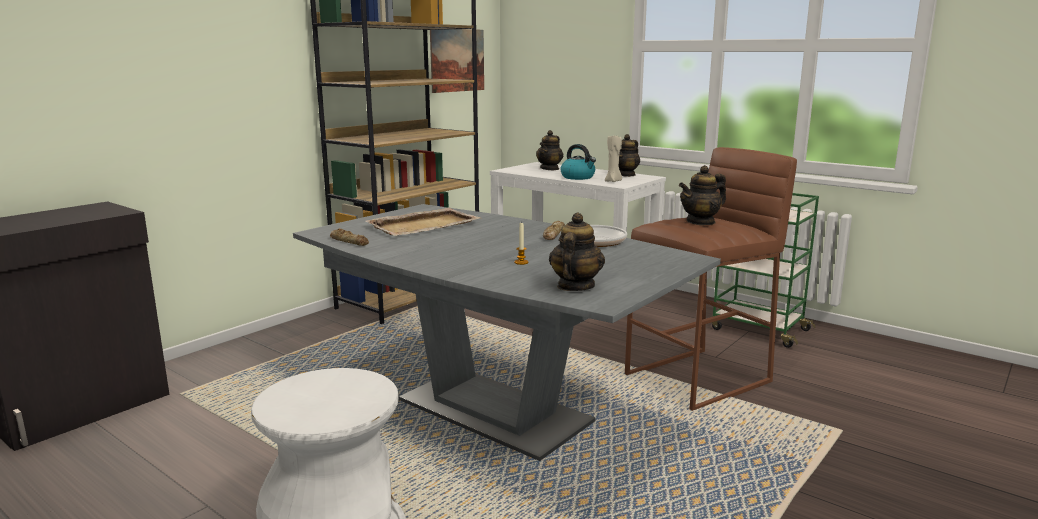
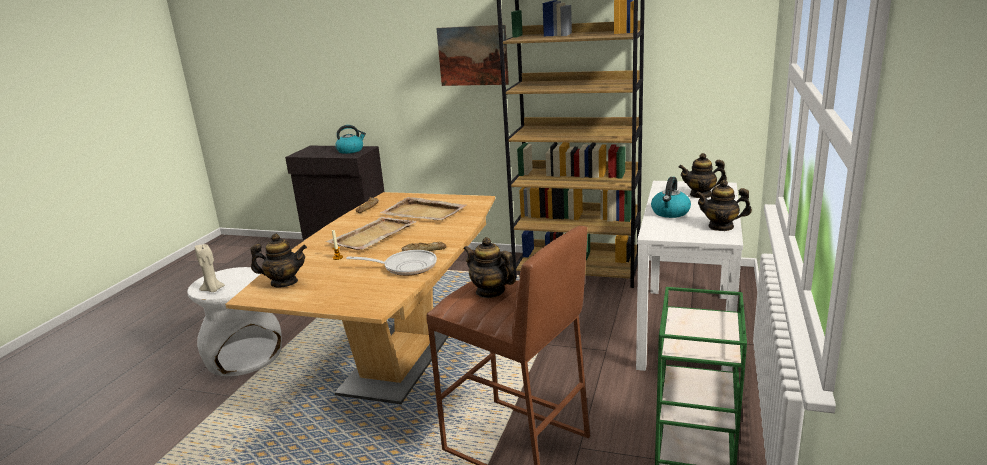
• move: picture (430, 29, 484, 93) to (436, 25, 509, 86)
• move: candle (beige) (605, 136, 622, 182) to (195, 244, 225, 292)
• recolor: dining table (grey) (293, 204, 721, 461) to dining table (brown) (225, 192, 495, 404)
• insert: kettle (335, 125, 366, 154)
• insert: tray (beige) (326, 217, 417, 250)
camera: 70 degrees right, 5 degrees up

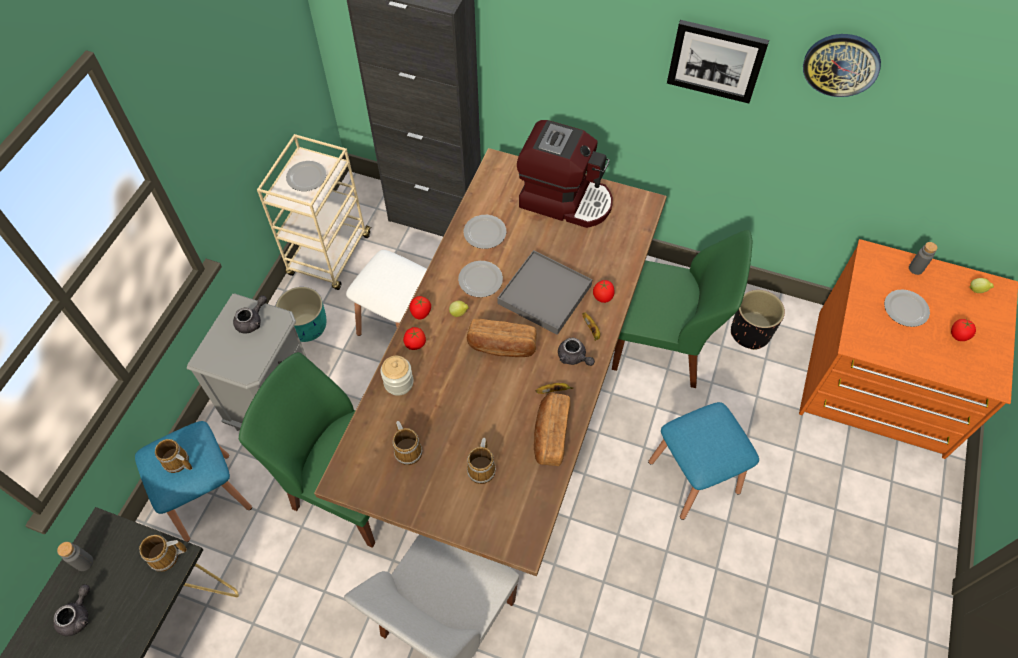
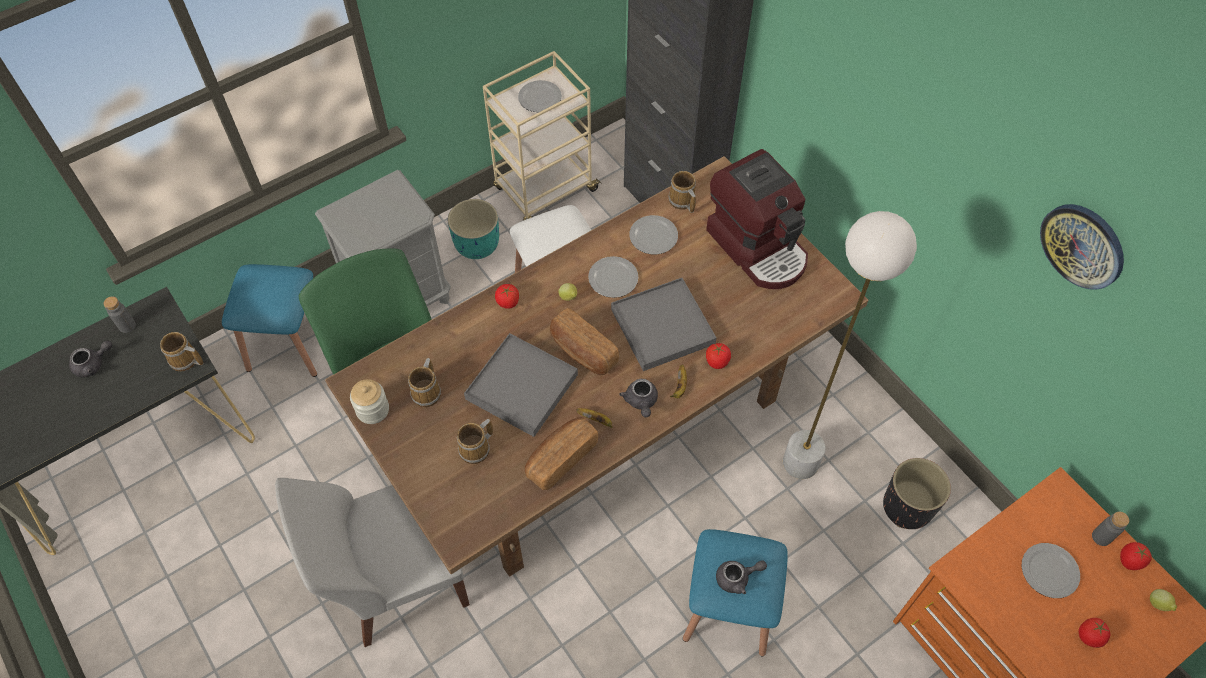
• delete: picture (667, 20, 769, 104)
• replace: chair (green) (612, 230, 752, 388) to floor lamp (white) (783, 211, 917, 479)
• move: teapot (grey) (233, 295, 267, 333) to (716, 560, 767, 594)
• move: tomato (409, 296, 431, 319) to (1120, 542, 1152, 570)
• move: jar (380, 356, 413, 396) to (350, 379, 389, 424)
• move: mug (155, 439, 192, 473) to (668, 171, 696, 213)
• insert: tray (grey) (464, 333, 578, 437)
camera: 35 degrees right, 0 degrees up

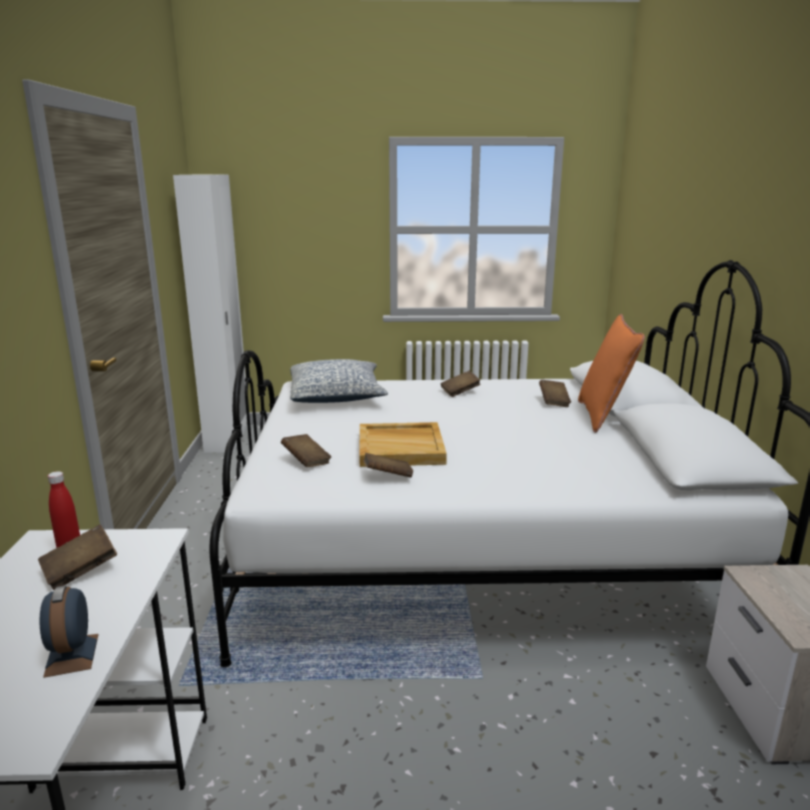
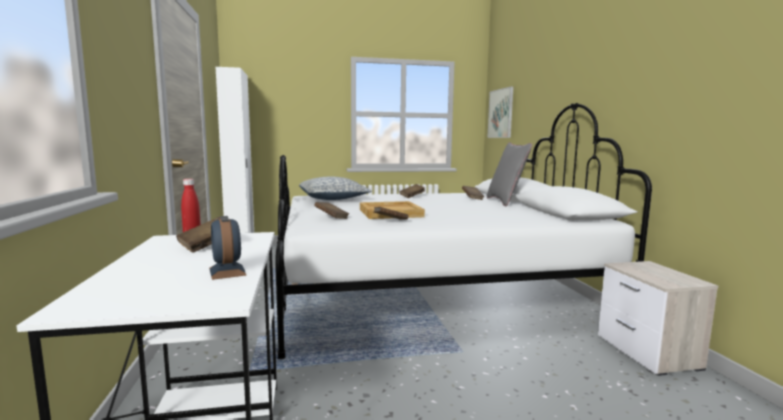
• recolor: pillow (orange) (578, 314, 645, 433) to pillow (grey) (487, 142, 532, 206)
• insert: picture (487, 86, 513, 138)
camera: 10 degrees left, 10 degrees down

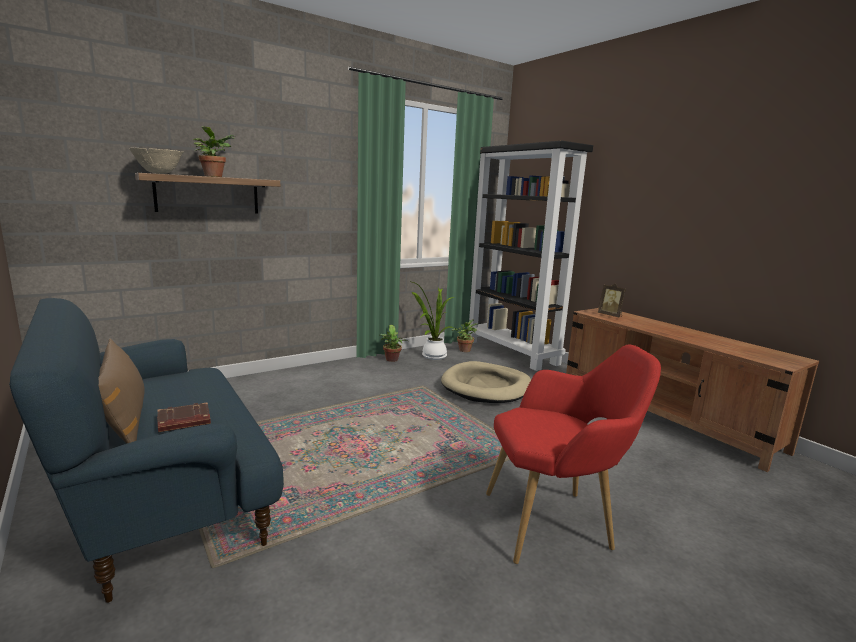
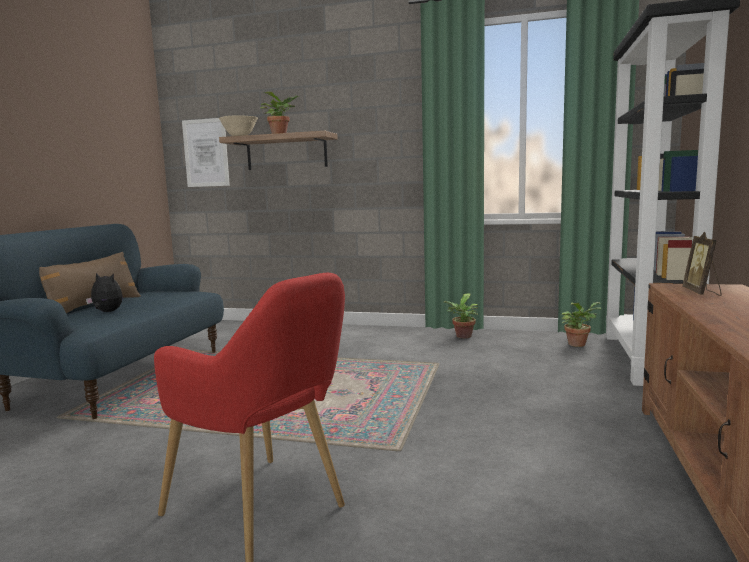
• delete: potted plant (412, 282, 457, 360)
• delete: dog bed (beige) (441, 361, 531, 403)
• replace: book (brown) (157, 402, 211, 432) to plush toy (86, 273, 123, 312)
• insert: picture (182, 118, 230, 187)
camera: 50 degrees right, 5 degrees down

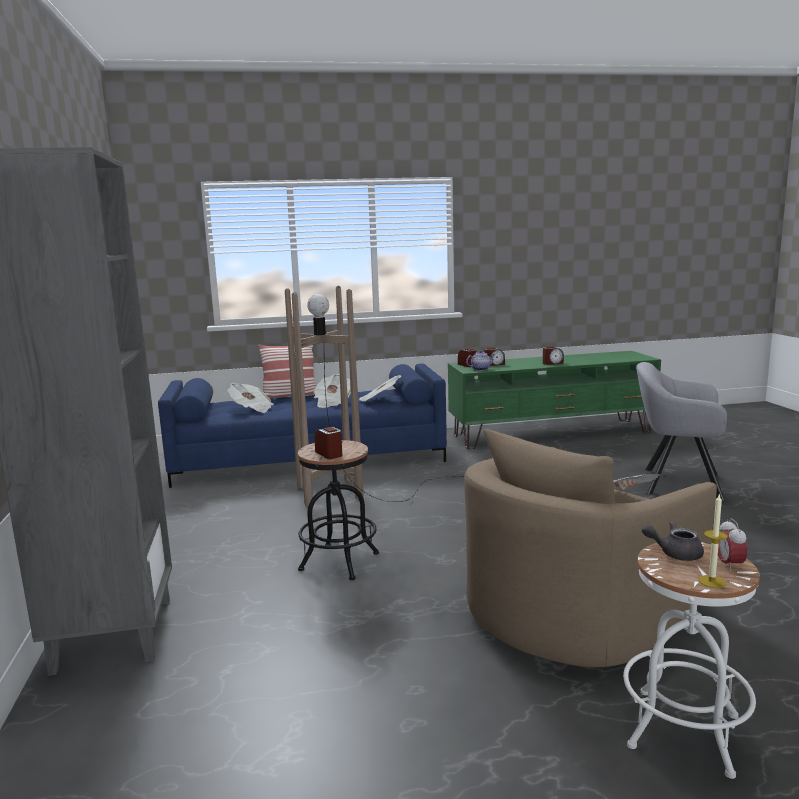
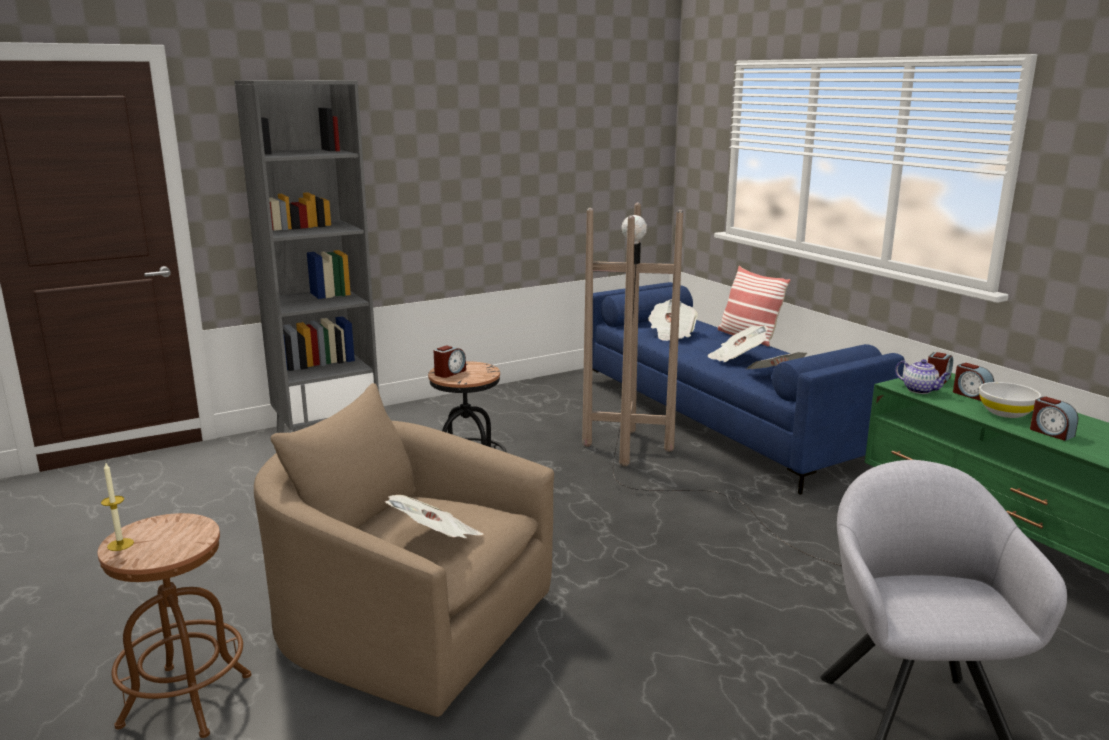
• delete: alarm clock (718, 518, 747, 571)
• delete: teapot (grey) (642, 522, 704, 561)
• recolor: stool (white) (623, 542, 760, 779) to stool (brown) (97, 513, 251, 738)
• insert: bowl (white) (979, 382, 1041, 418)
camera: 70 degrees right, 5 degrees up

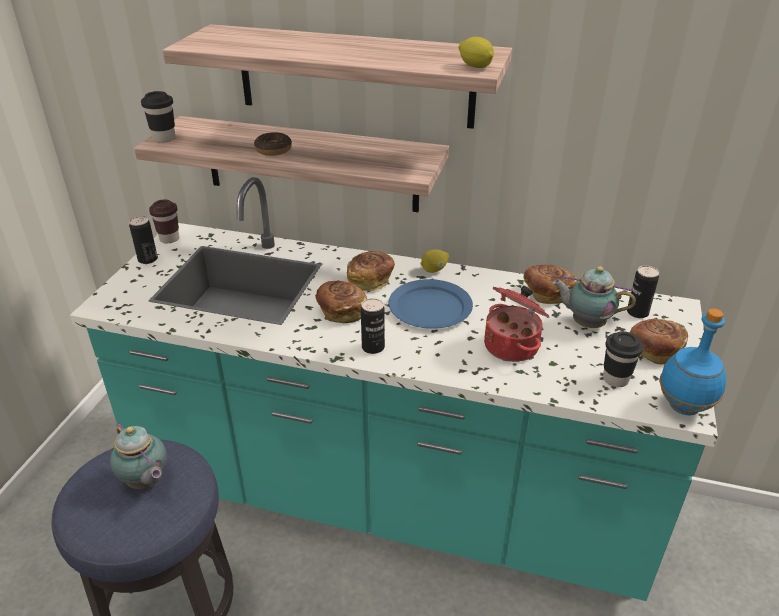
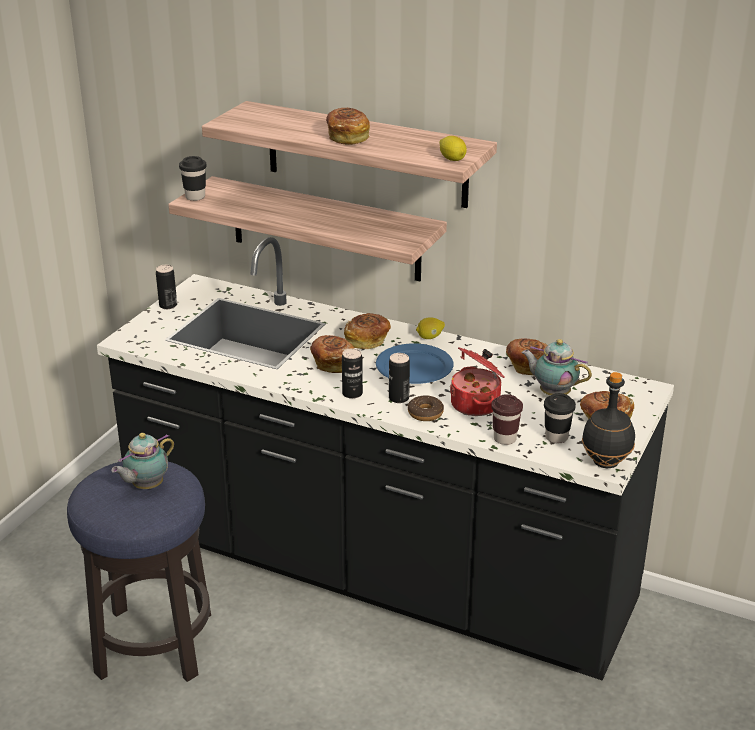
• move: donut (254, 132, 292, 156) to (408, 396, 444, 421)
• recolor: counter (turquoise) (70, 177, 718, 601) to counter (black) (97, 237, 674, 681)
• move: cup (brown) (149, 200, 179, 243) to (491, 394, 523, 445)
• move: can (627, 266, 659, 318) to (389, 353, 410, 403)
• recolor: bottle (blue) (659, 309, 726, 415) to bottle (black) (582, 372, 635, 468)
• rotate: teapot (110, 422, 167, 489) = (111, 433, 174, 489) 75 degrees clockwise
• insert: bread (326, 108, 370, 145)
camera: 10 degrees right, 5 degrees down

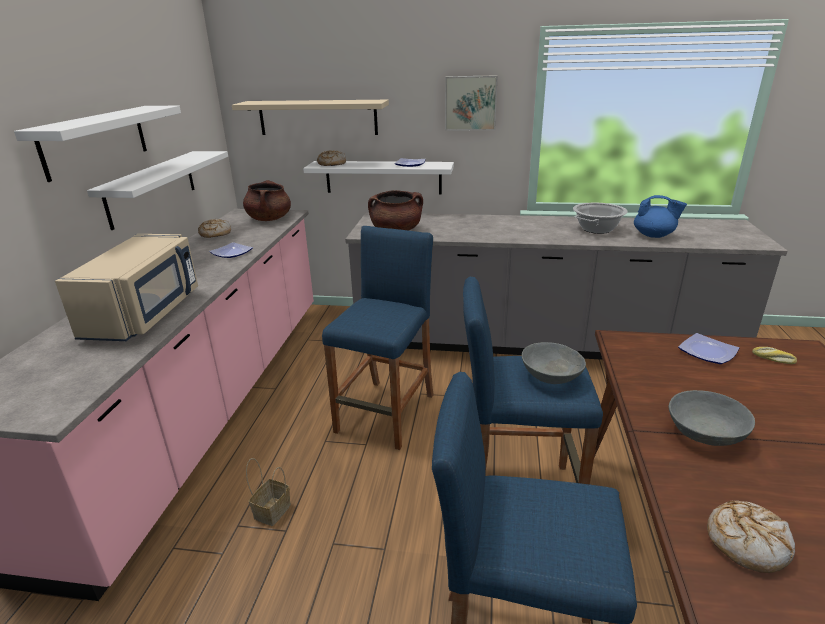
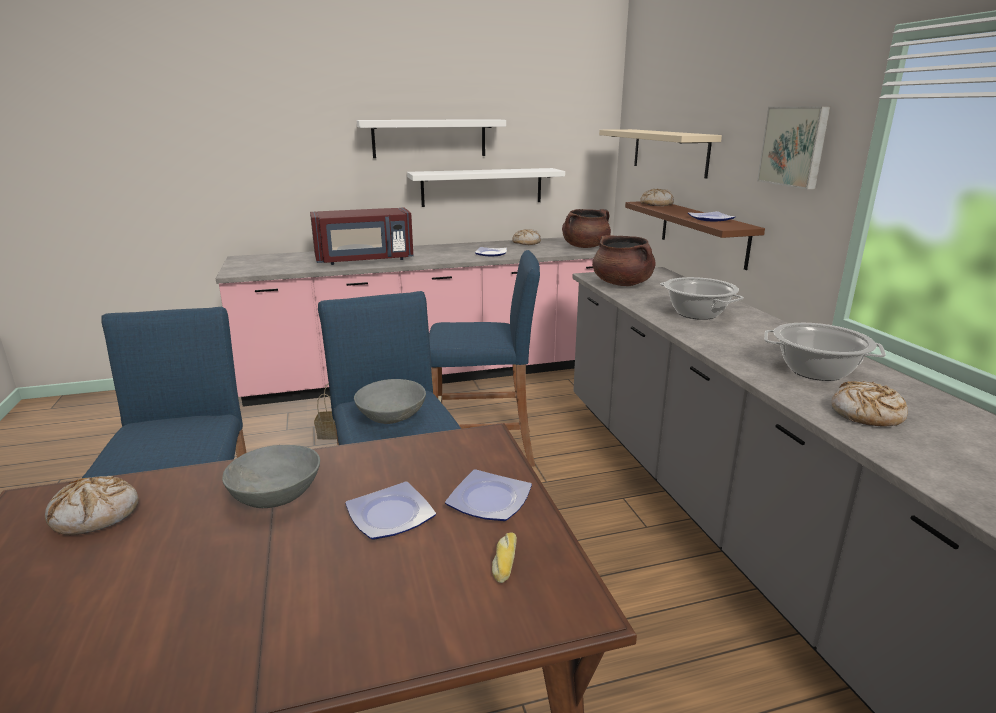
• recolor: shelf (white) (303, 161, 454, 194) to shelf (brown) (625, 201, 765, 270)
• replace: teapot (blue) (634, 195, 687, 238) to bread (831, 381, 908, 427)
• recolor: microwave (beige) (55, 234, 198, 341) to microwave (red) (310, 208, 414, 265)
• insert: cooking pot (660, 277, 744, 320)
• insert: plate (345, 481, 436, 540)
camera: 65 degrees right, 5 degrees down

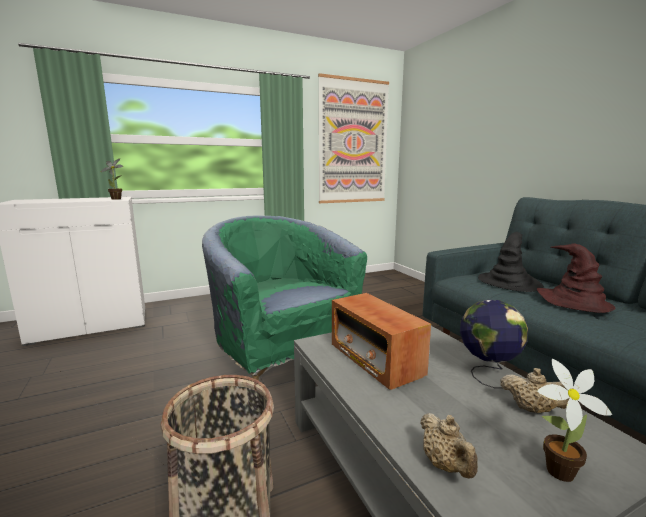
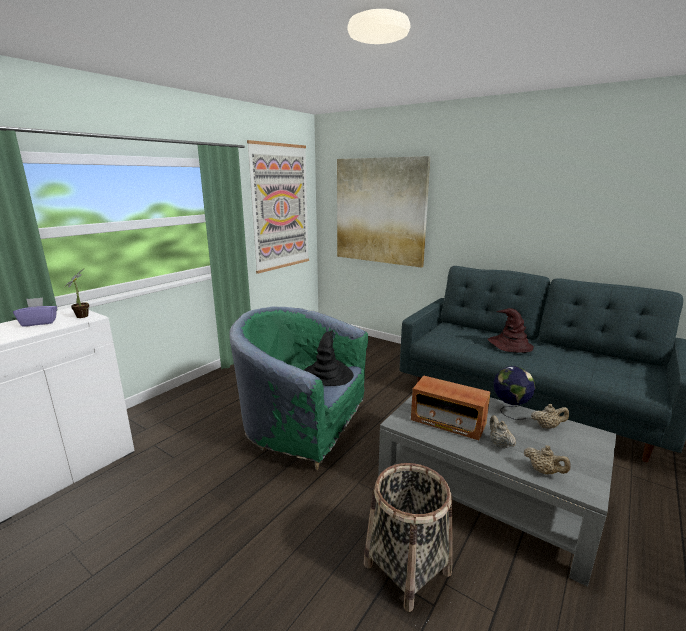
• move: hat (black) (478, 232, 544, 292) to (304, 331, 354, 386)
• delete: potted plant (537, 359, 612, 482)
• insert: picture (337, 156, 431, 268)
• insert: tissue box (purple) (13, 297, 57, 327)
• insert: teapot (beige) (490, 415, 516, 449)
camera: 30 degrees left, 5 degrees up

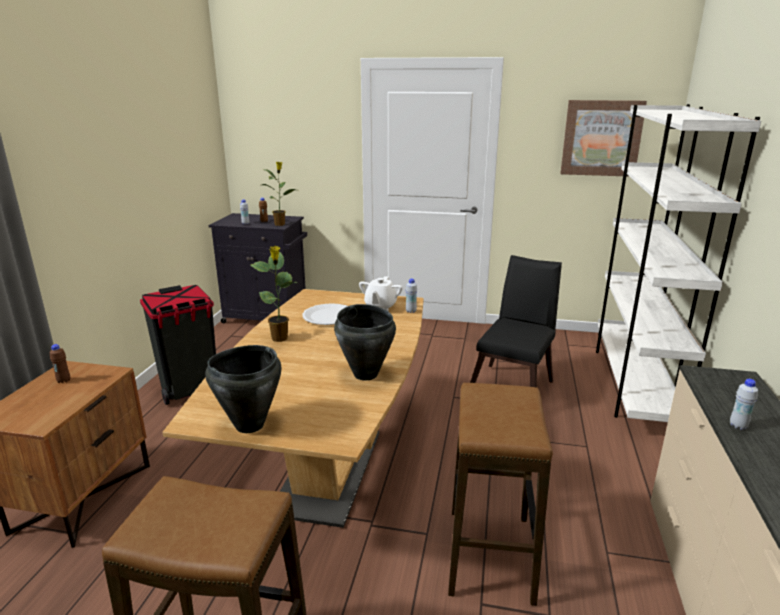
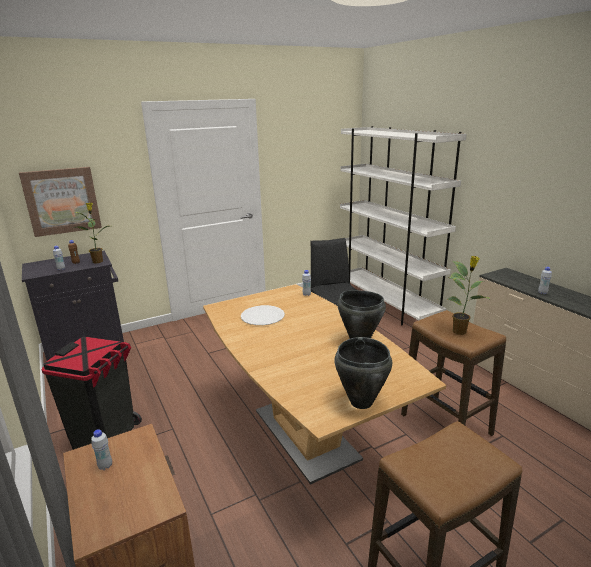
• move: picture (560, 100, 647, 177) to (19, 167, 102, 237)
• move: potted plant (250, 246, 297, 342) to (448, 256, 491, 335)
• delete: teapot (white) (359, 276, 403, 311)
• recolor: bottle (brown) (50, 344, 70, 383) to bottle (white) (91, 429, 112, 470)
camera: 40 degrees left, 0 degrees up

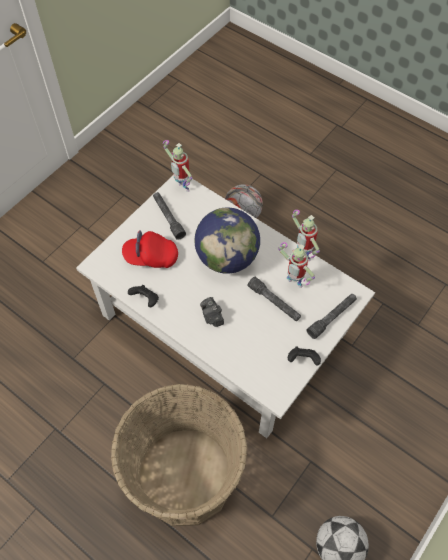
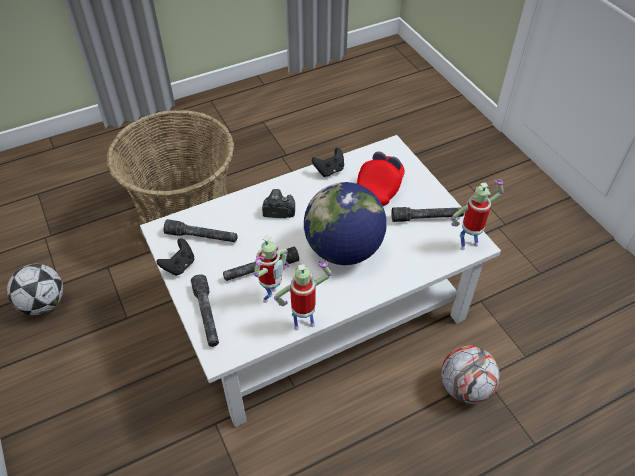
• rotate: toy robot (278, 242, 315, 288) = (254, 235, 289, 303) 150 degrees clockwise
• insert: flashlight (grey) (164, 219, 238, 242)
camera: 115 degrees right, 10 degrees down

